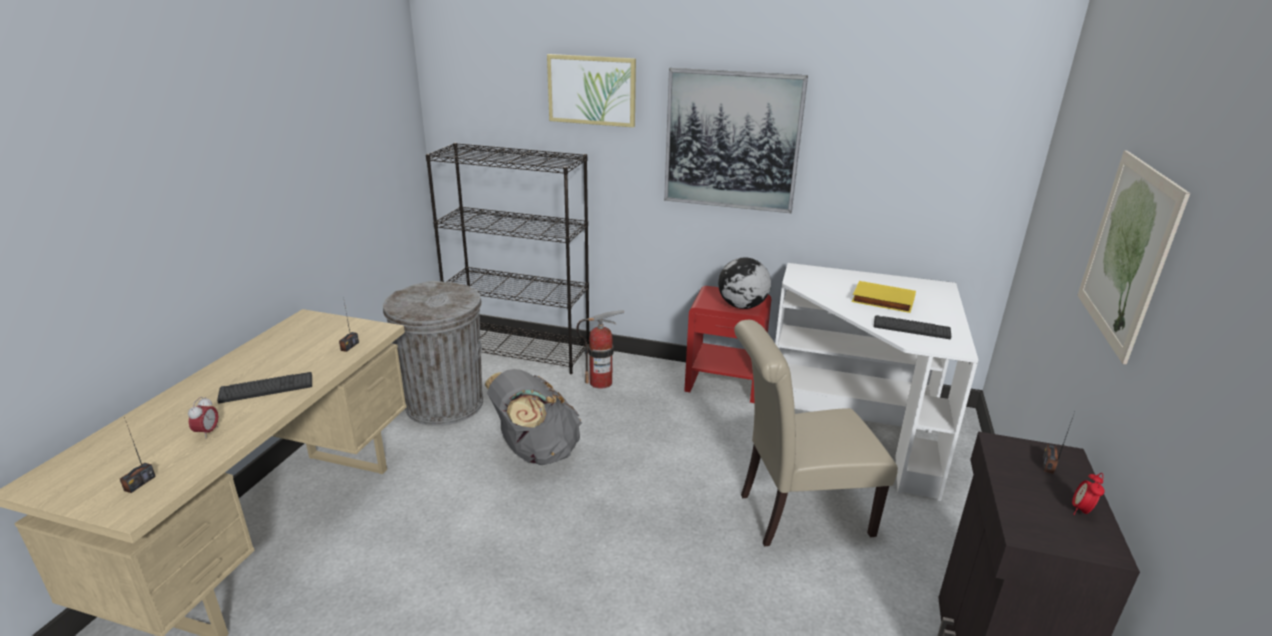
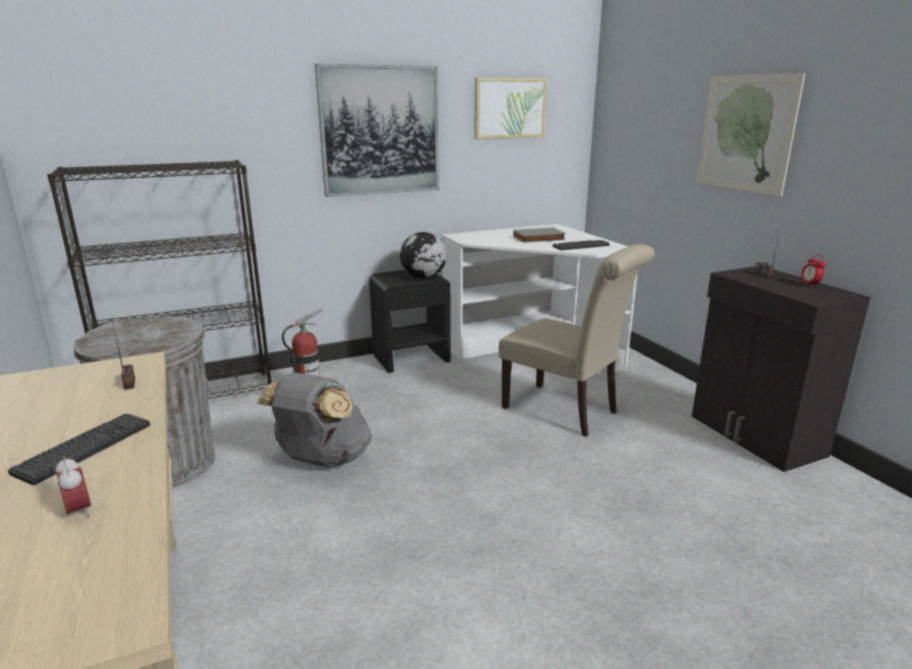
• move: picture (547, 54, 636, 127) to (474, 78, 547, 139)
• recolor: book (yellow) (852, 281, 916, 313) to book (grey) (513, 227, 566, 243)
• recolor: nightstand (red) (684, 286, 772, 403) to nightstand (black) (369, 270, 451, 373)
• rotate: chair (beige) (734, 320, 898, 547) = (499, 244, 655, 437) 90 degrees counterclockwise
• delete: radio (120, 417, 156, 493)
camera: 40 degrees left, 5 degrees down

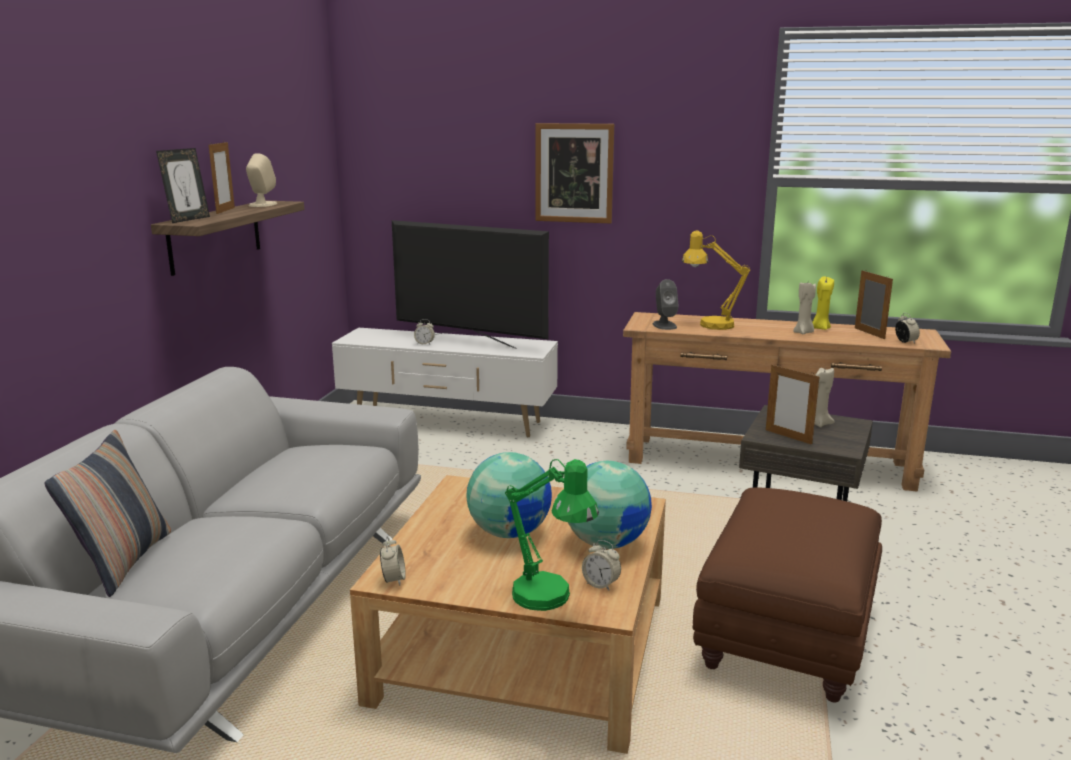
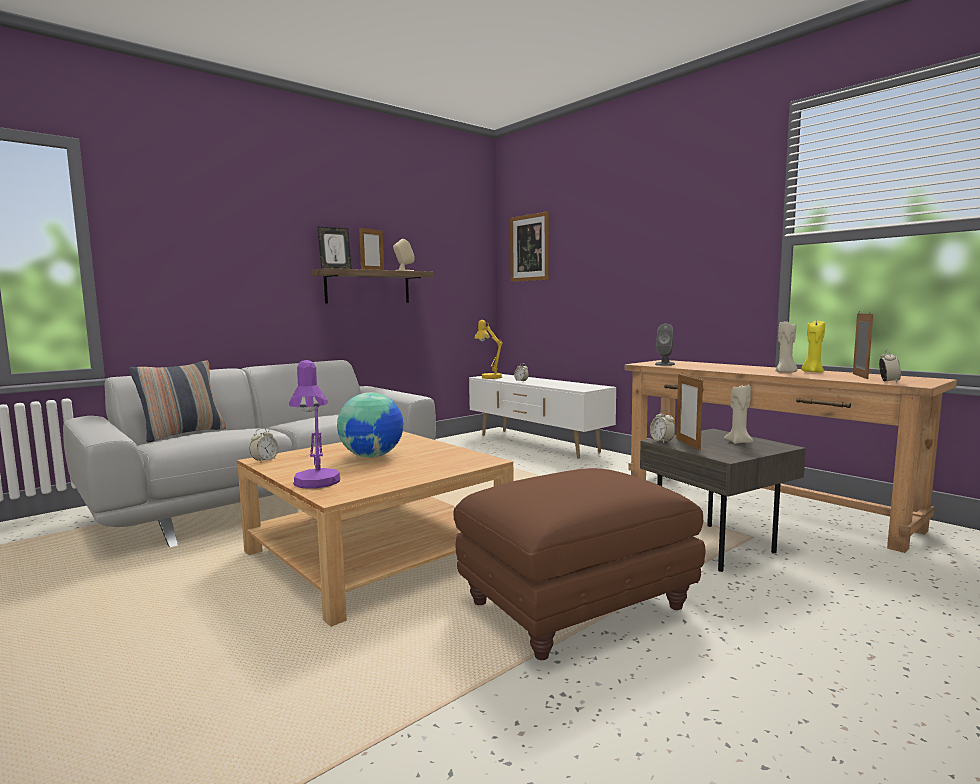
• move: picture (536, 123, 614, 223) to (510, 211, 549, 282)
• delete: television (392, 220, 549, 349)
• move: table lamp (yellow) (682, 230, 750, 330) to (474, 320, 503, 379)
• recolor: table lamp (green) (505, 459, 599, 611) to table lamp (purple) (289, 360, 340, 489)
• delete: globe (568, 461, 652, 549)
• move: alarm clock (582, 540, 621, 591) to (650, 409, 675, 443)
camera: 35 degrees right, 10 degrees down

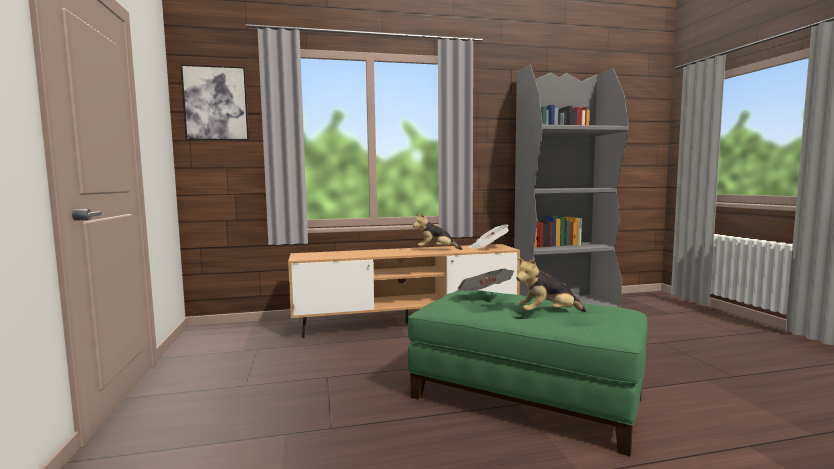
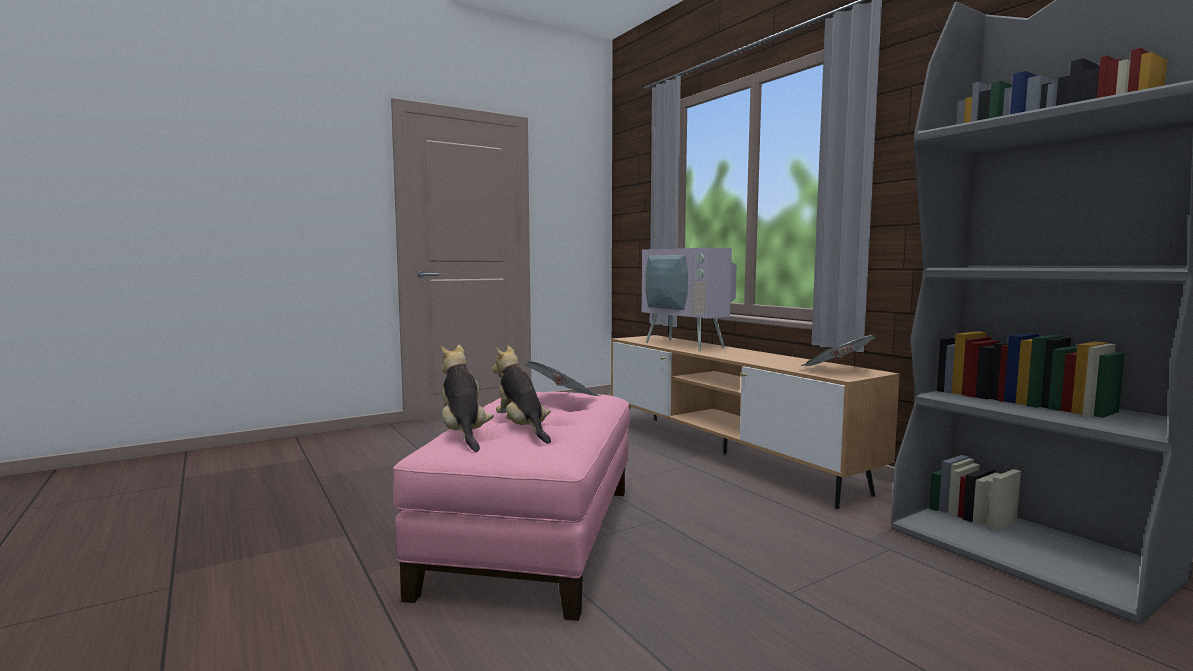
• delete: picture (181, 64, 249, 140)
• move: plush toy (413, 213, 463, 250) to (441, 345, 494, 452)
• recolor: ottoman (green) (408, 290, 648, 456) to ottoman (pink) (393, 392, 630, 621)
• insert: television (642, 214, 737, 351)
camera: 70 degrees right, 0 degrees up

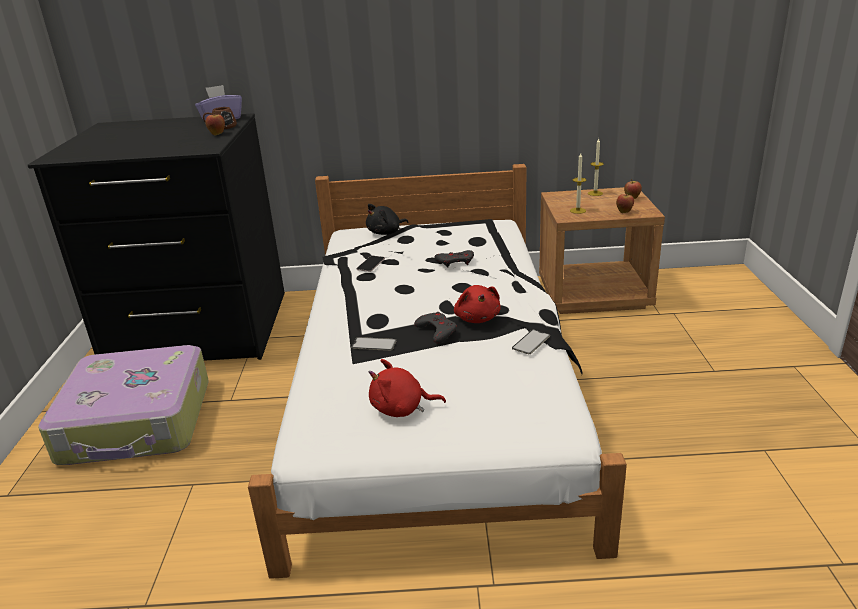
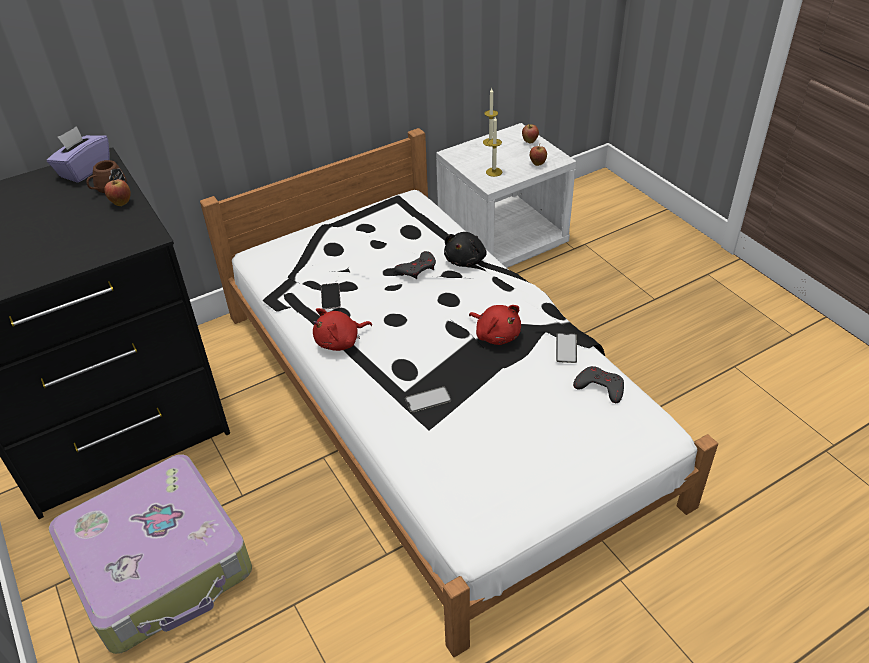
• recolor: nightstand (brown) (539, 187, 665, 314) to nightstand (white) (436, 123, 576, 268)
• move: plush toy (black) (366, 204, 408, 235) to (444, 232, 487, 267)
• move: game controller (grey) (414, 312, 457, 343) to (573, 366, 624, 403)
• move: plush toy (red) (369, 359, 446, 417) to (313, 308, 372, 351)
camera: 30 degrees left, 15 degrees up

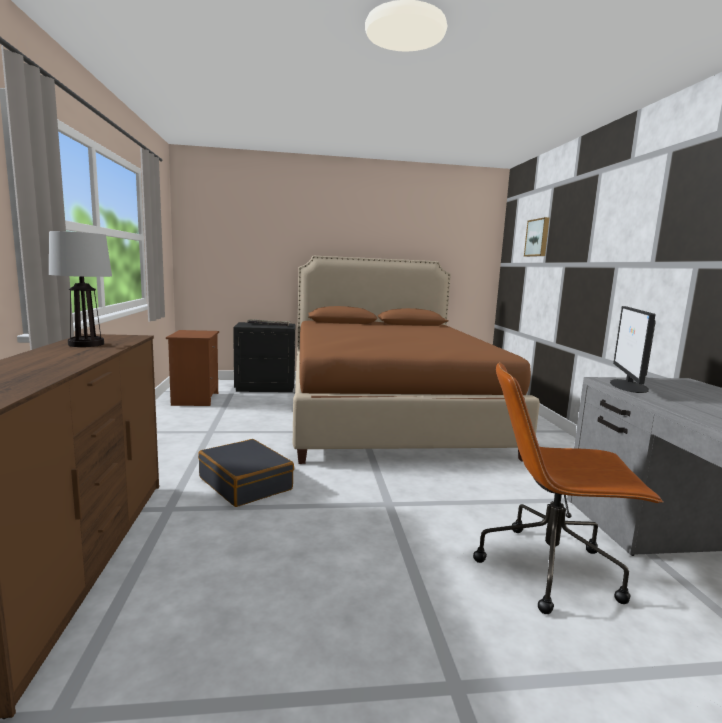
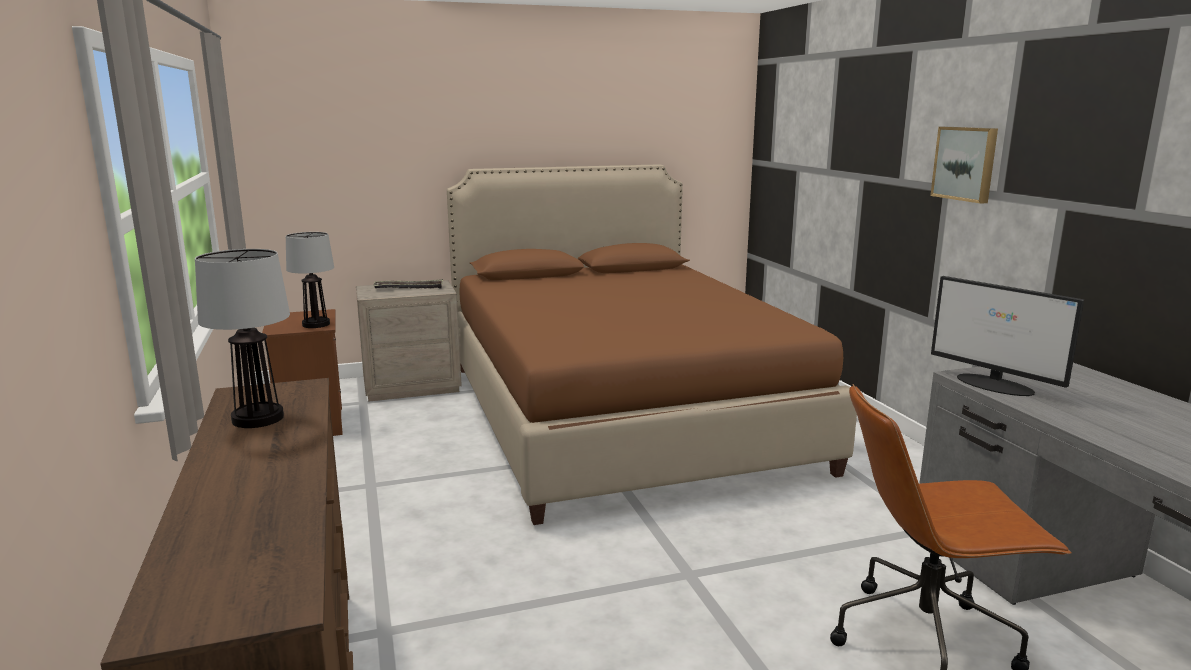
• move: picture (524, 217, 549, 257) to (930, 127, 998, 204)
• rotate: monitor (610, 306, 656, 393) = (931, 276, 1084, 396) 45 degrees counterclockwise
• recolor: nightstand (black) (233, 322, 295, 392) to nightstand (beige) (356, 280, 462, 402)
• delete: suitcase (black) (198, 439, 294, 507)
• insert: table lamp (286, 232, 334, 328)
camera: 10 degrees left, 5 degrees up

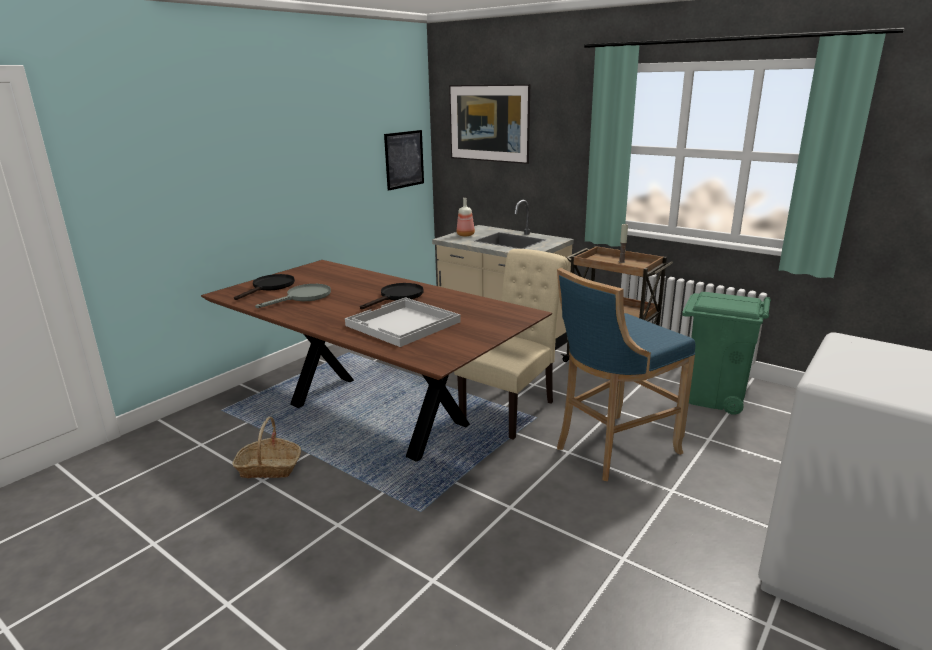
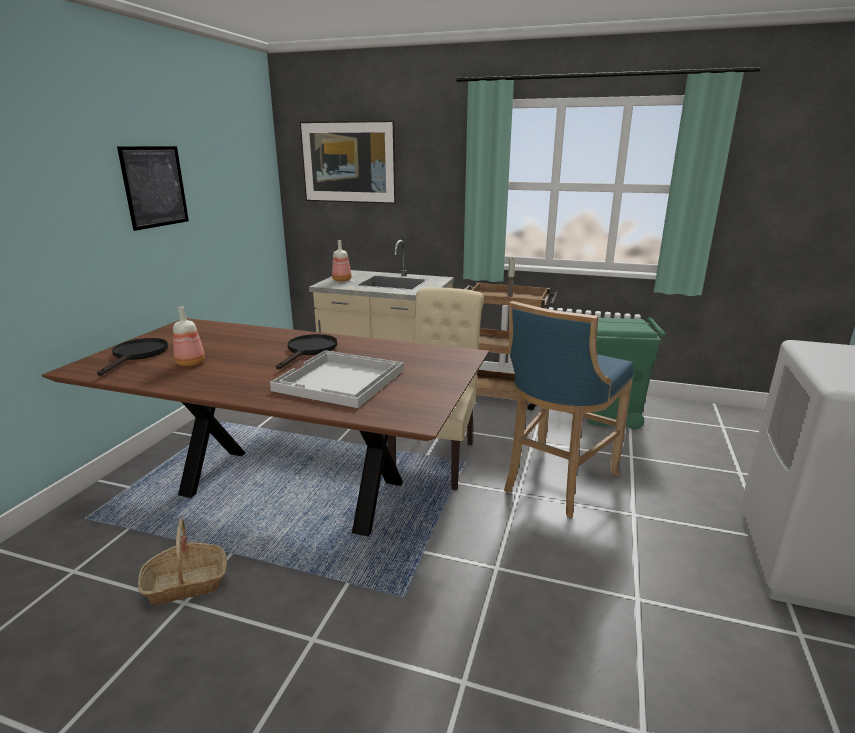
• move: picture (384, 130, 424, 191) to (117, 146, 189, 231)
• replace: frying pan (grey) (255, 284, 331, 308) to bottle (173, 306, 205, 366)
camera: 20 degrees left, 0 degrees up

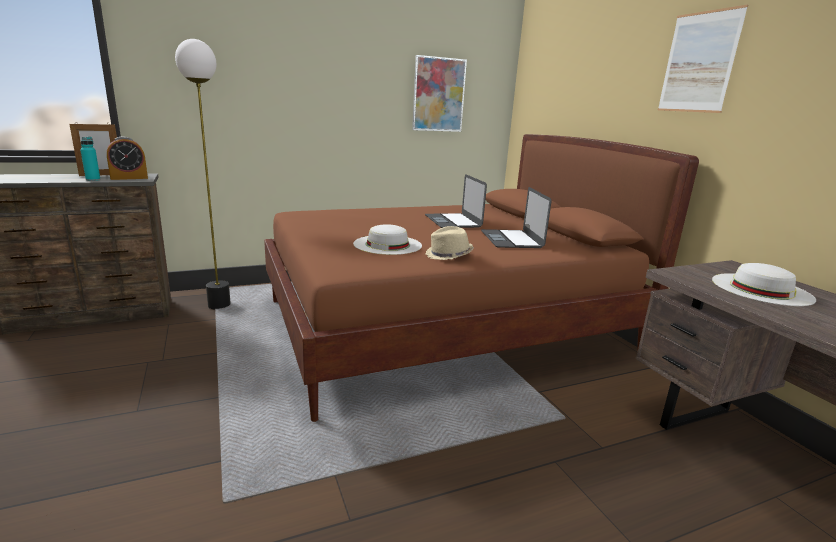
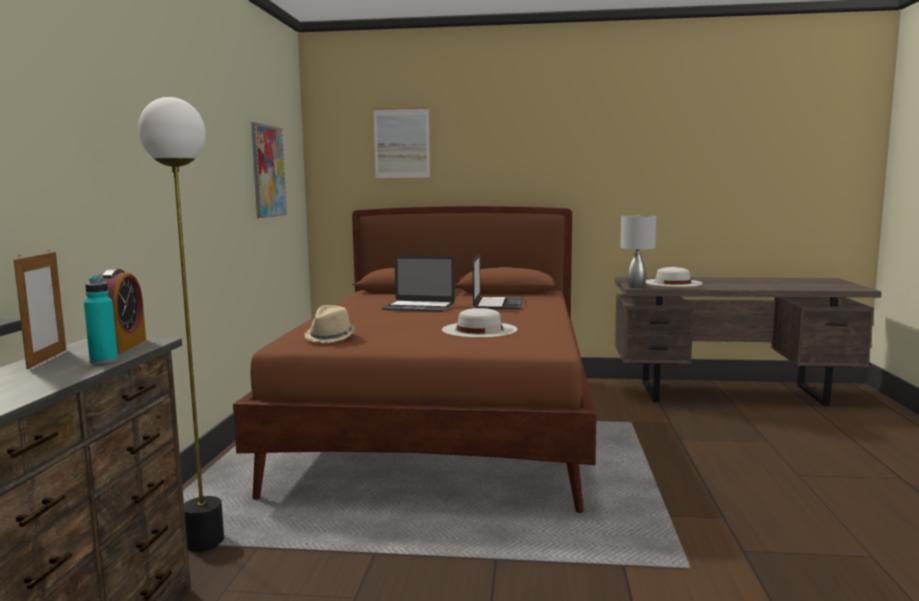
• move: picture (658, 5, 748, 113) to (373, 107, 430, 180)
• rotate: laptop (481, 187, 552, 248) = (472, 254, 524, 309) 105 degrees counterclockwise
• move: hat (beige) (426, 226, 474, 260) to (304, 305, 355, 343)
• insert: table lamp (grey) (620, 215, 656, 289)
camera: 60 degrees left, 10 degrees down

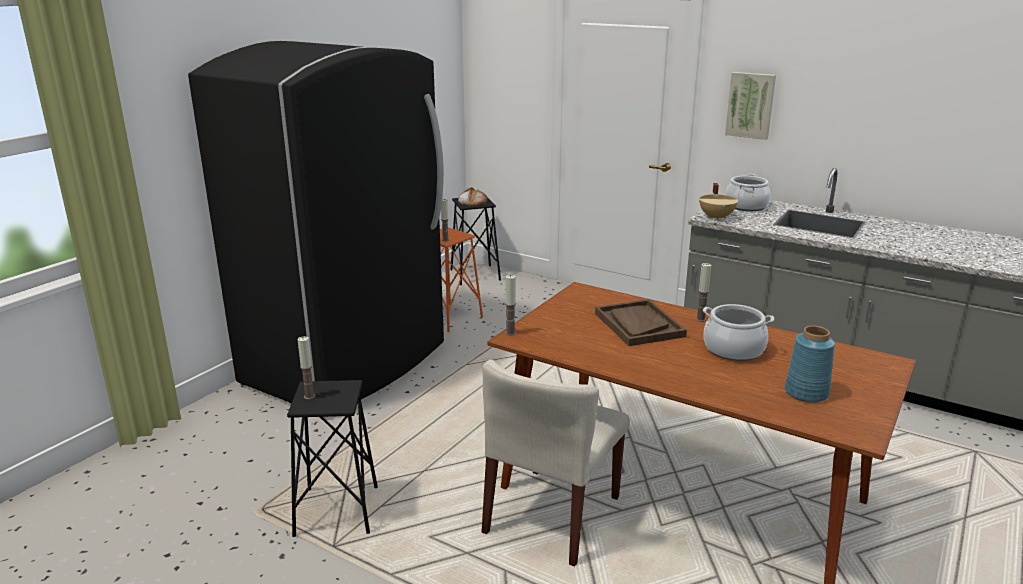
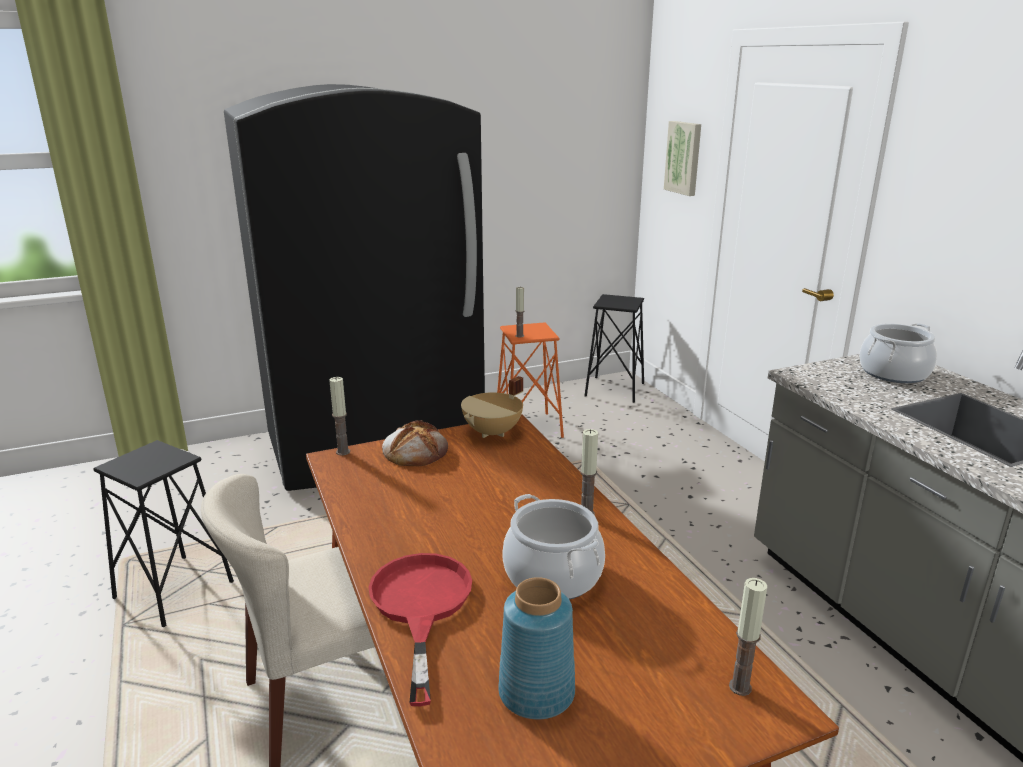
• move: picture (725, 72, 776, 140) to (664, 121, 701, 196)
• move: cooking pot (beige) (699, 183, 738, 220) to (461, 376, 523, 438)
• move: bread (458, 187, 488, 206) to (382, 420, 448, 466)
• delete: tray (brown) (595, 299, 687, 346)
• move: candle (297, 336, 315, 399) to (729, 578, 767, 696)
• insert: frying pan (red) (368, 553, 472, 706)
camera: 35 degrees right, 0 degrees up

